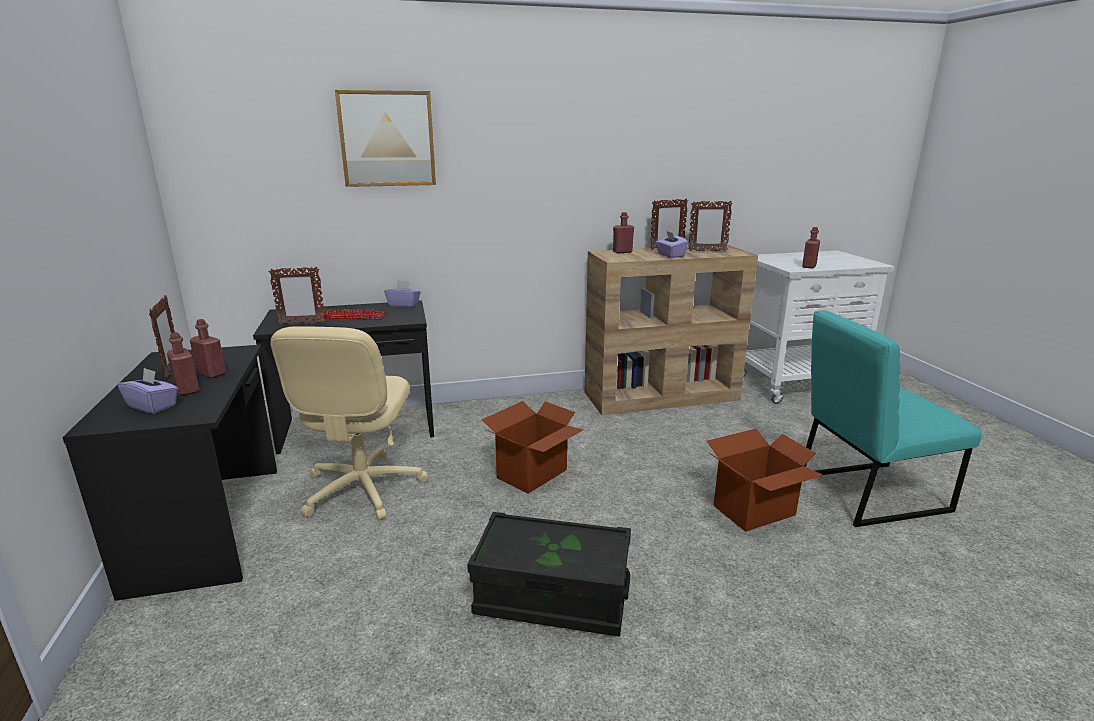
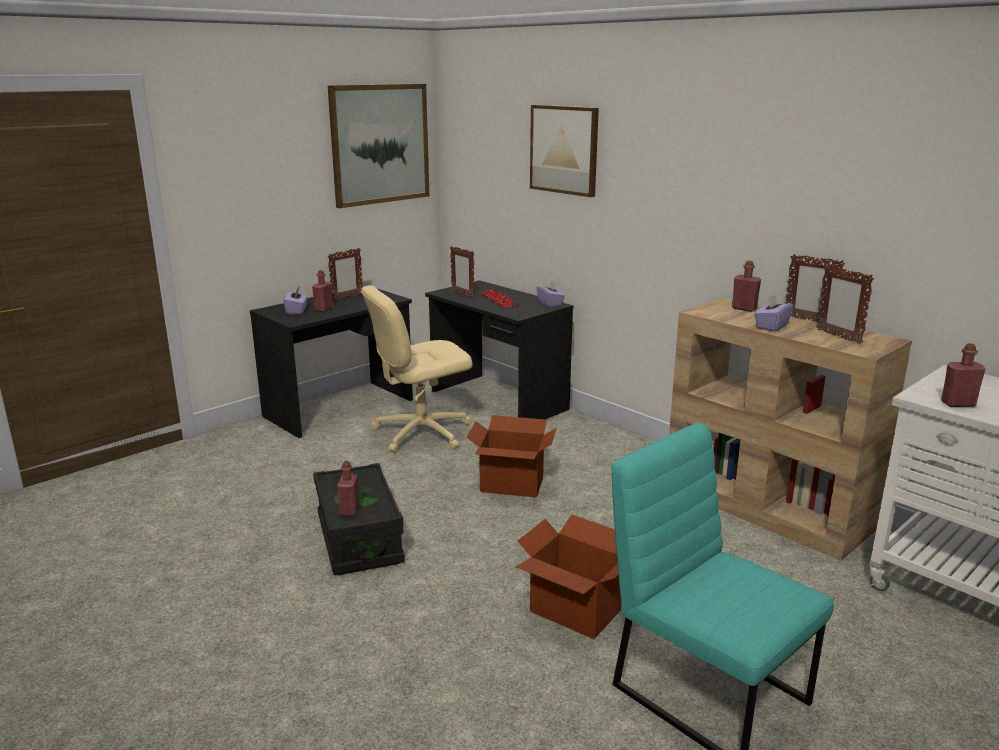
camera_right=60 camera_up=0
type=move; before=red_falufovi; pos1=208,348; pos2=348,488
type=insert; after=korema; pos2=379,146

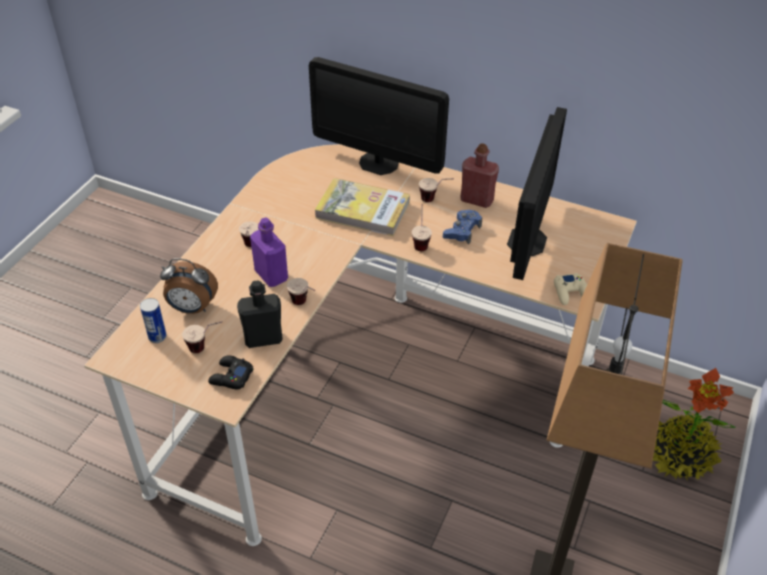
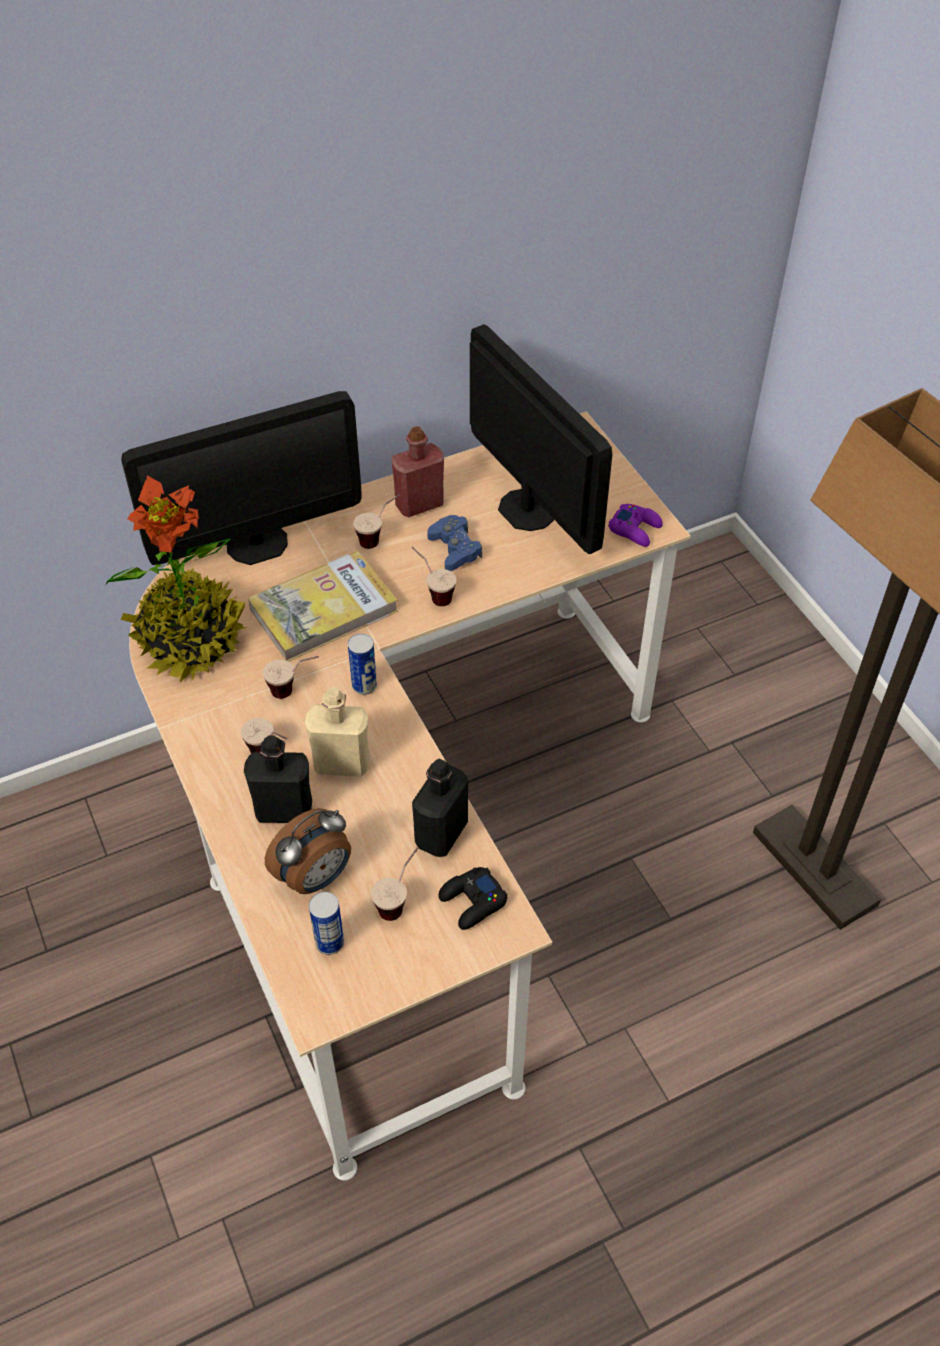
camera_right=-50 camera_up=5
type=recolor; before=purple_falufovi; after=beige_falufovi; pos1=269,252; pos2=337,732
type=recolor; before=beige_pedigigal; after=purple_pedigigal; pos1=570,289; pos2=635,525
type=move; before=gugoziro; pos1=301,291; pos2=291,677
type=move; before=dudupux; pos1=694,424; pos2=176,579
type=insert; after=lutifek; pos2=362,664
type=insert; after=black_falufovi; pos2=278,779

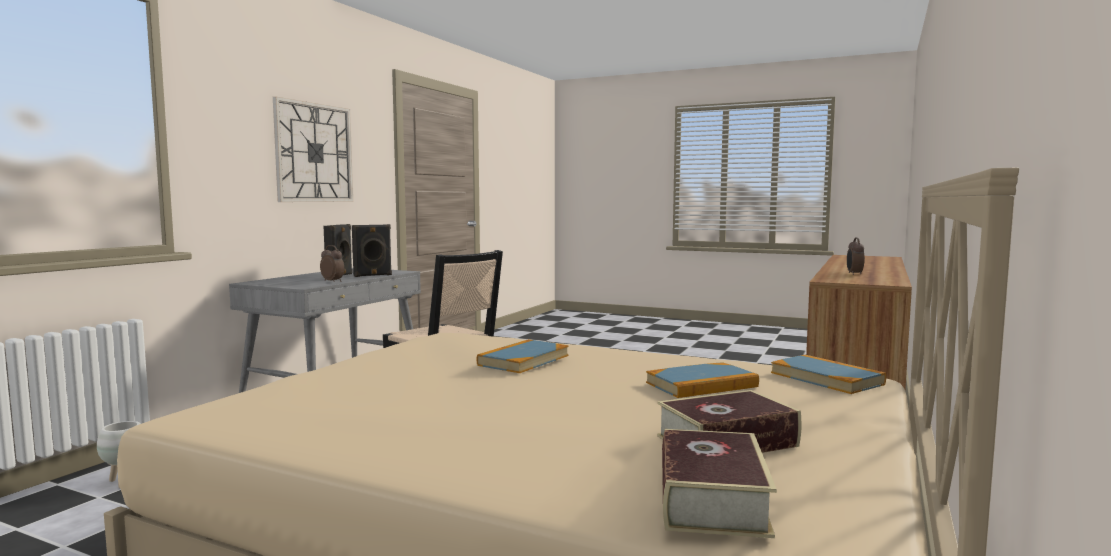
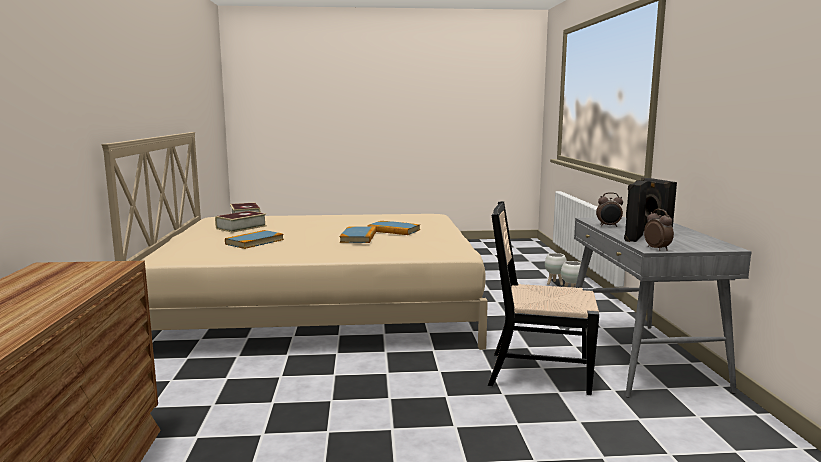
camera_right=150 camera_up=5
type=delete; before=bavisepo; pos1=313,149
type=move; before=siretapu; pos1=856,256; pos2=659,230
type=move; before=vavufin; pos1=828,374; pos2=393,228
type=insert; after=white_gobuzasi; pos2=556,269

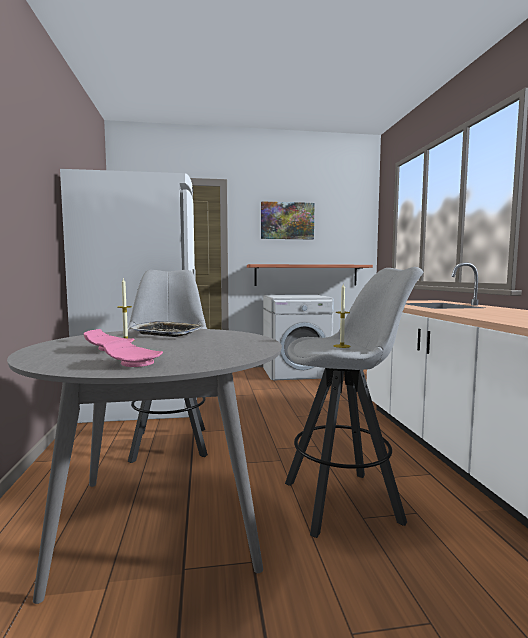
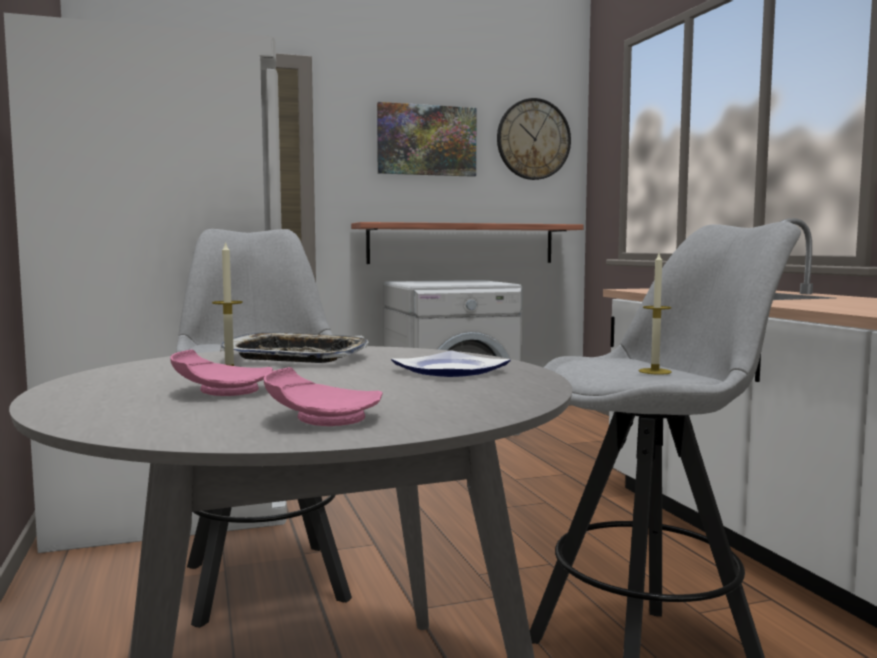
camera_right=-10 camera_up=0
type=insert; after=bavisepo; pos2=534,139
type=insert; after=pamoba; pos2=450,364

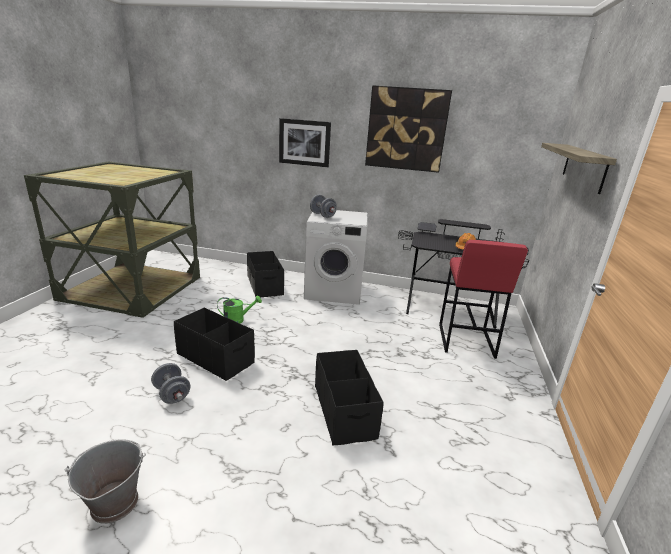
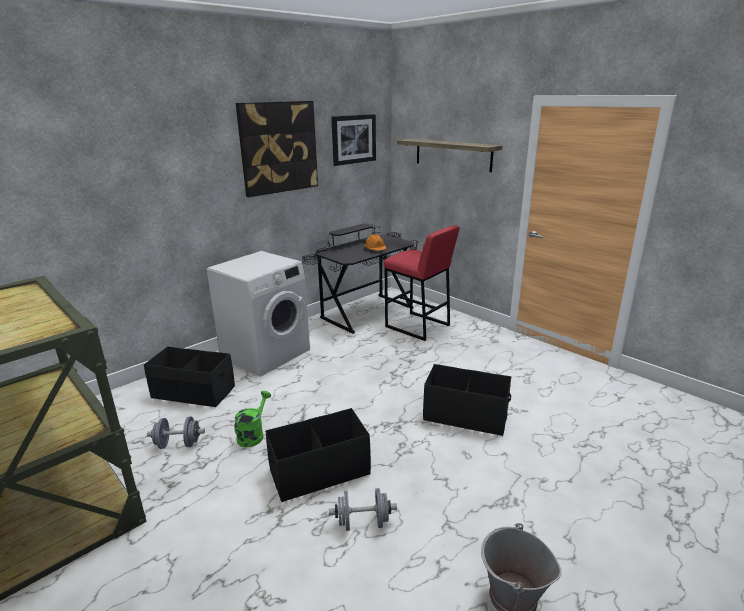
camera_right=-55 camera_up=0
type=move; before=korema; pos1=305,142; pos2=353,140
type=move; before=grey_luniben; pos1=323,206; pos2=176,433

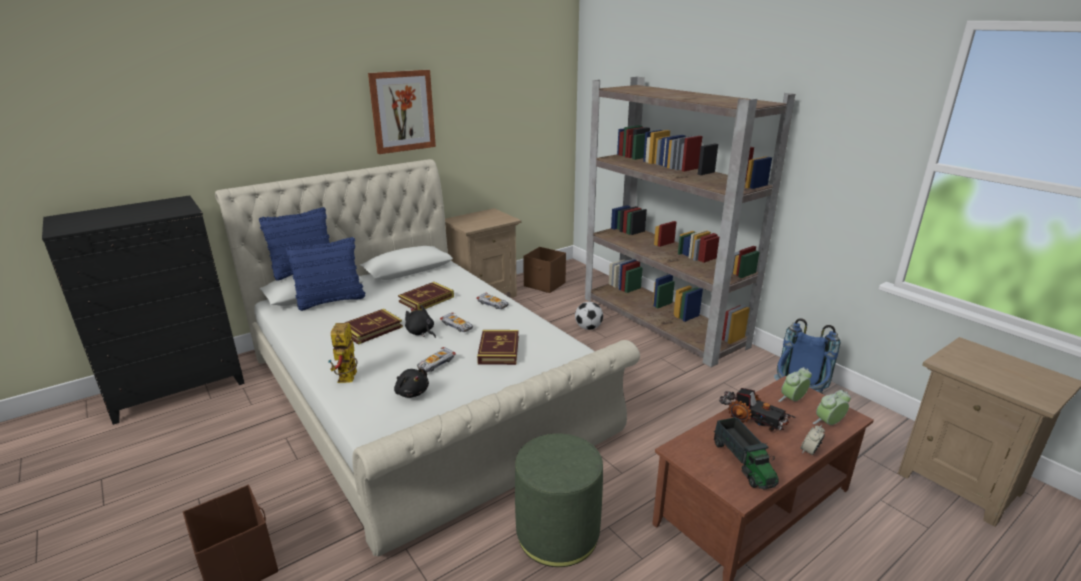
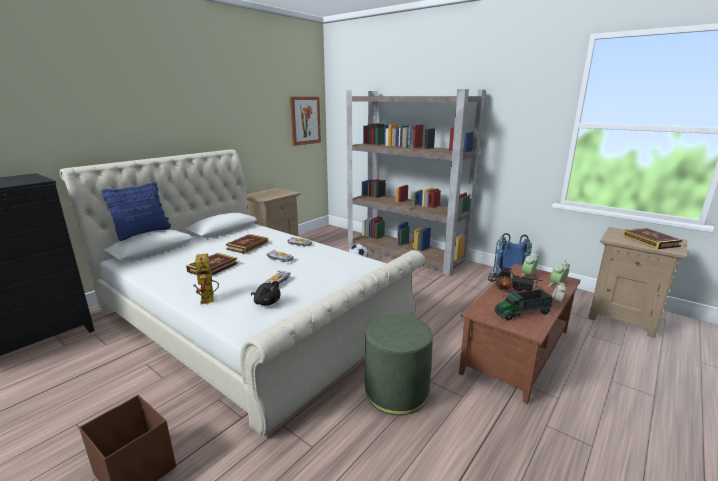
camera_right=-15 camera_up=-5
type=move; before=korema; pos1=402,112; pos2=305,121
type=delete; before=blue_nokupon; pos1=325,274
type=delete; before=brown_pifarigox; pos1=544,270
type=delete; before=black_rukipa; pos1=420,321
type=move; before=vavufin; pos1=498,347; pos2=652,238
type=rotate; before=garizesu; pos1=746,453; pos2=523,304; turn=105

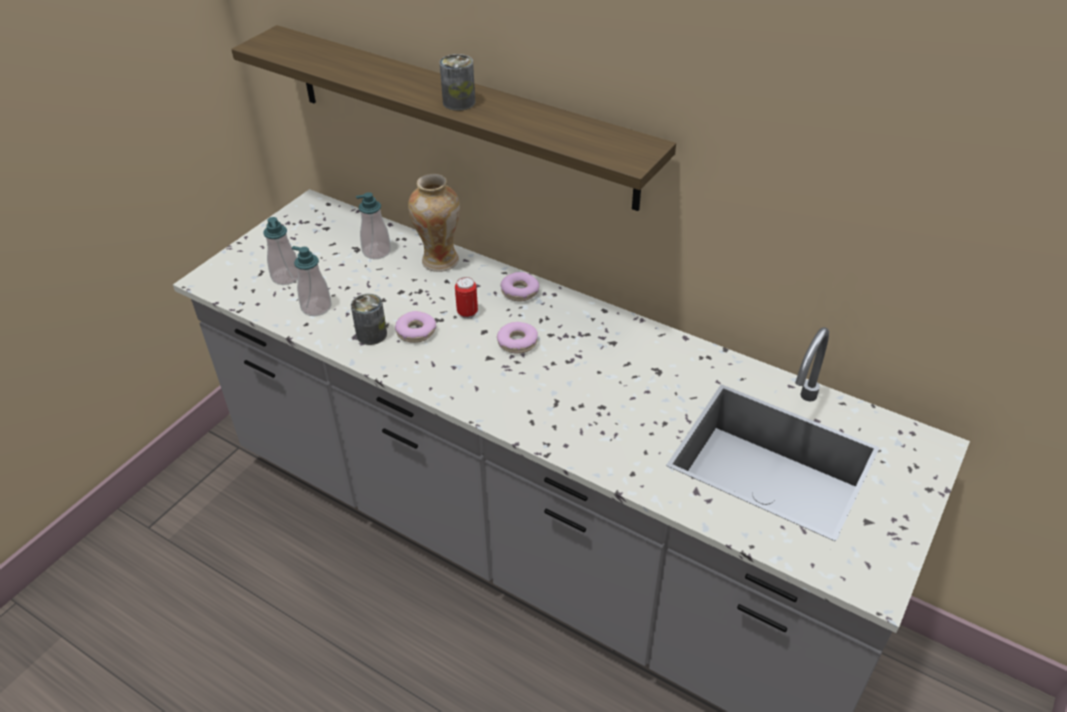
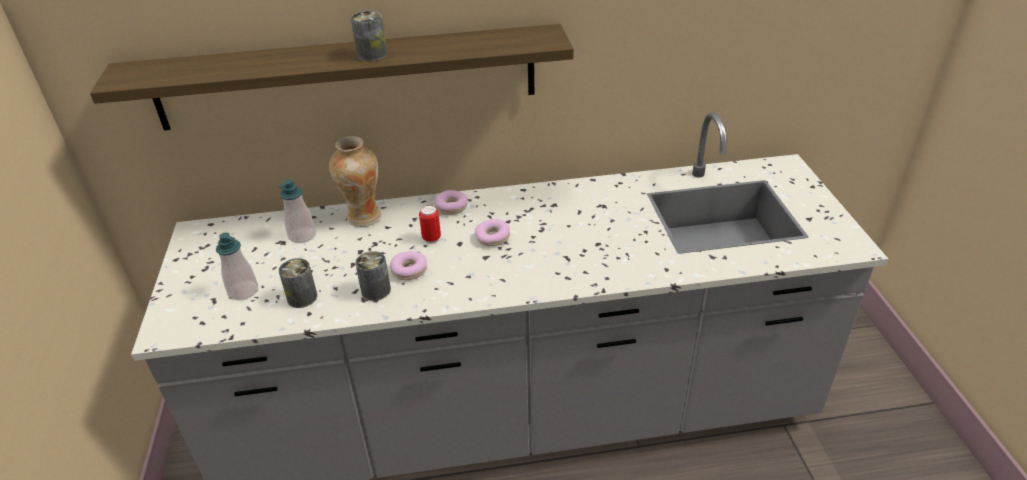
camera_right=-40 camera_up=-5
type=replace; before=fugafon; after=lutifek; pos1=312,281; pos2=298,283

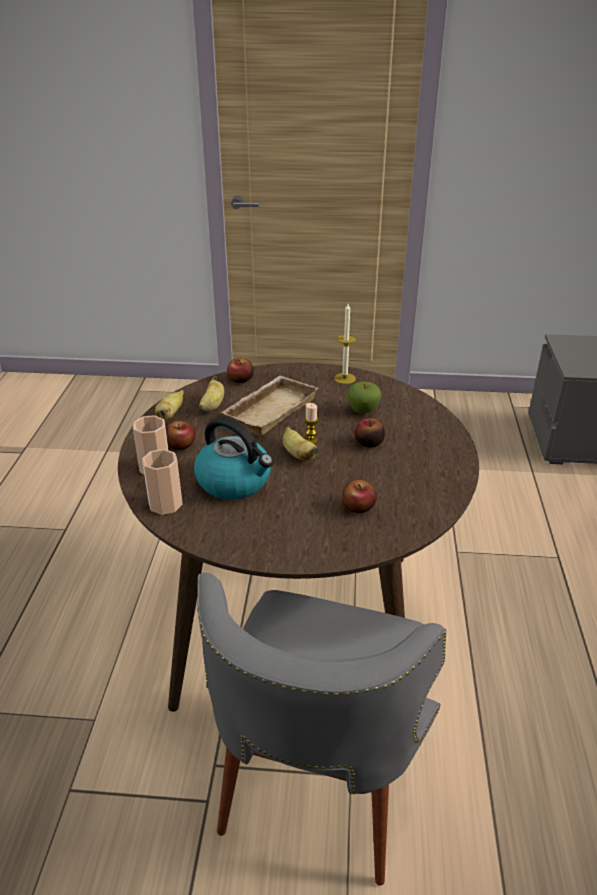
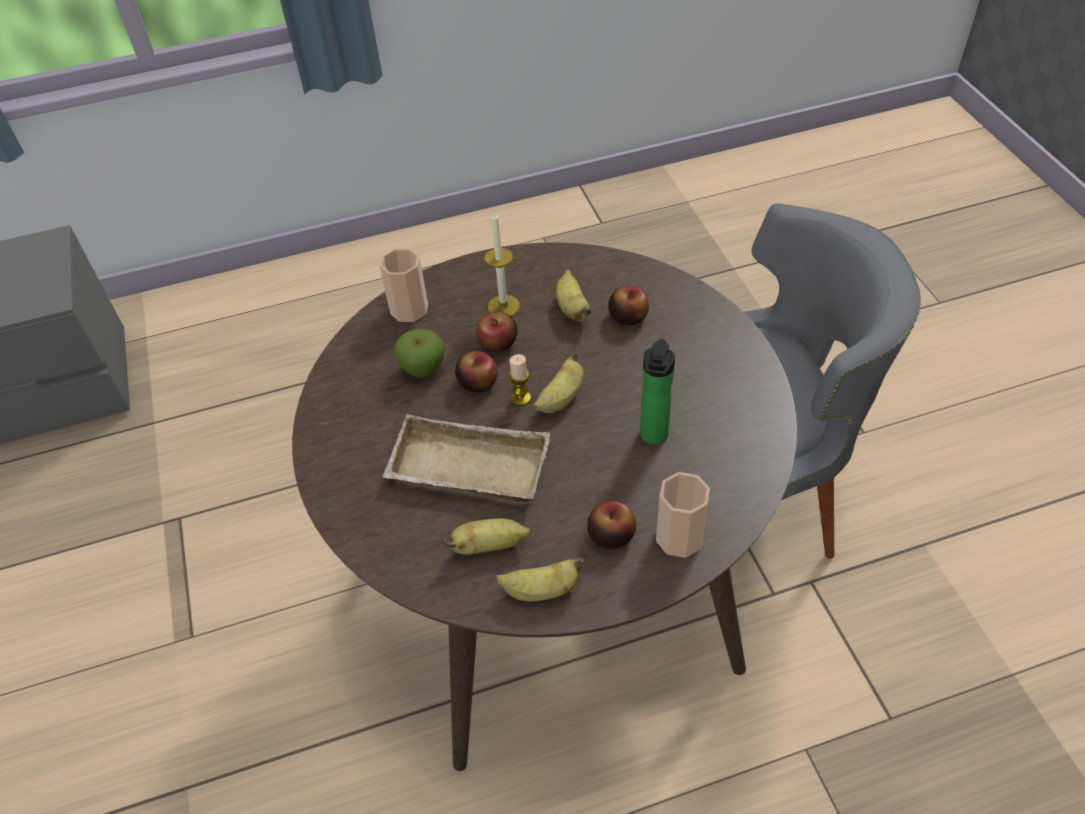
camera_right=-110 camera_up=15
type=move; before=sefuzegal; pos1=345,344; pos2=502,263
type=move; before=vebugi; pos1=240,370; pos2=476,372
type=replace; before=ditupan; after=falufovi; pos1=233,458; pos2=657,391
type=move; before=gugoziro; pos1=162,482; pos2=403,285
type=insert; after=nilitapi; pos2=574,295

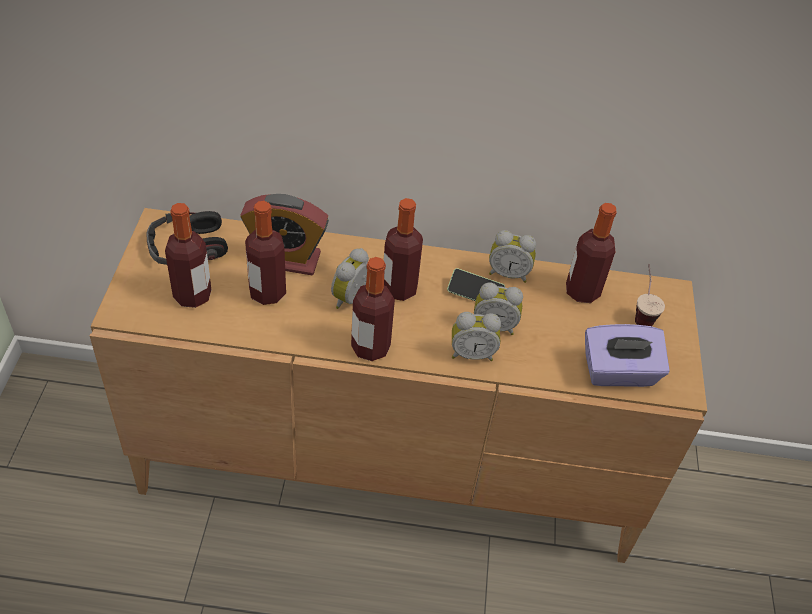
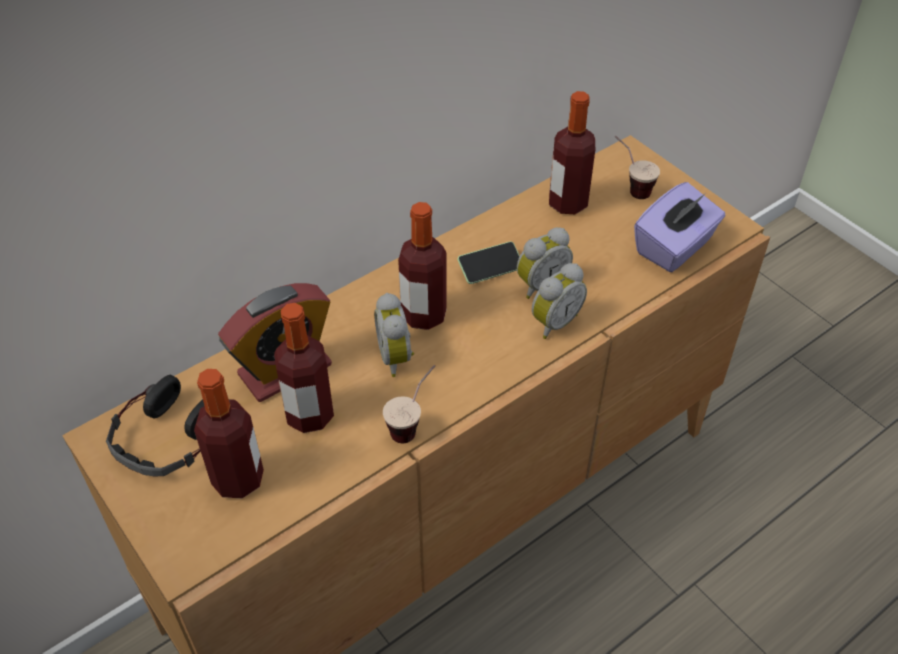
camera_right=-40 camera_up=0
type=delete; before=siretapu; pos1=512,256
type=delete; before=falufovi; pos1=373,309
type=insert; after=gugoziro; pos2=409,404

